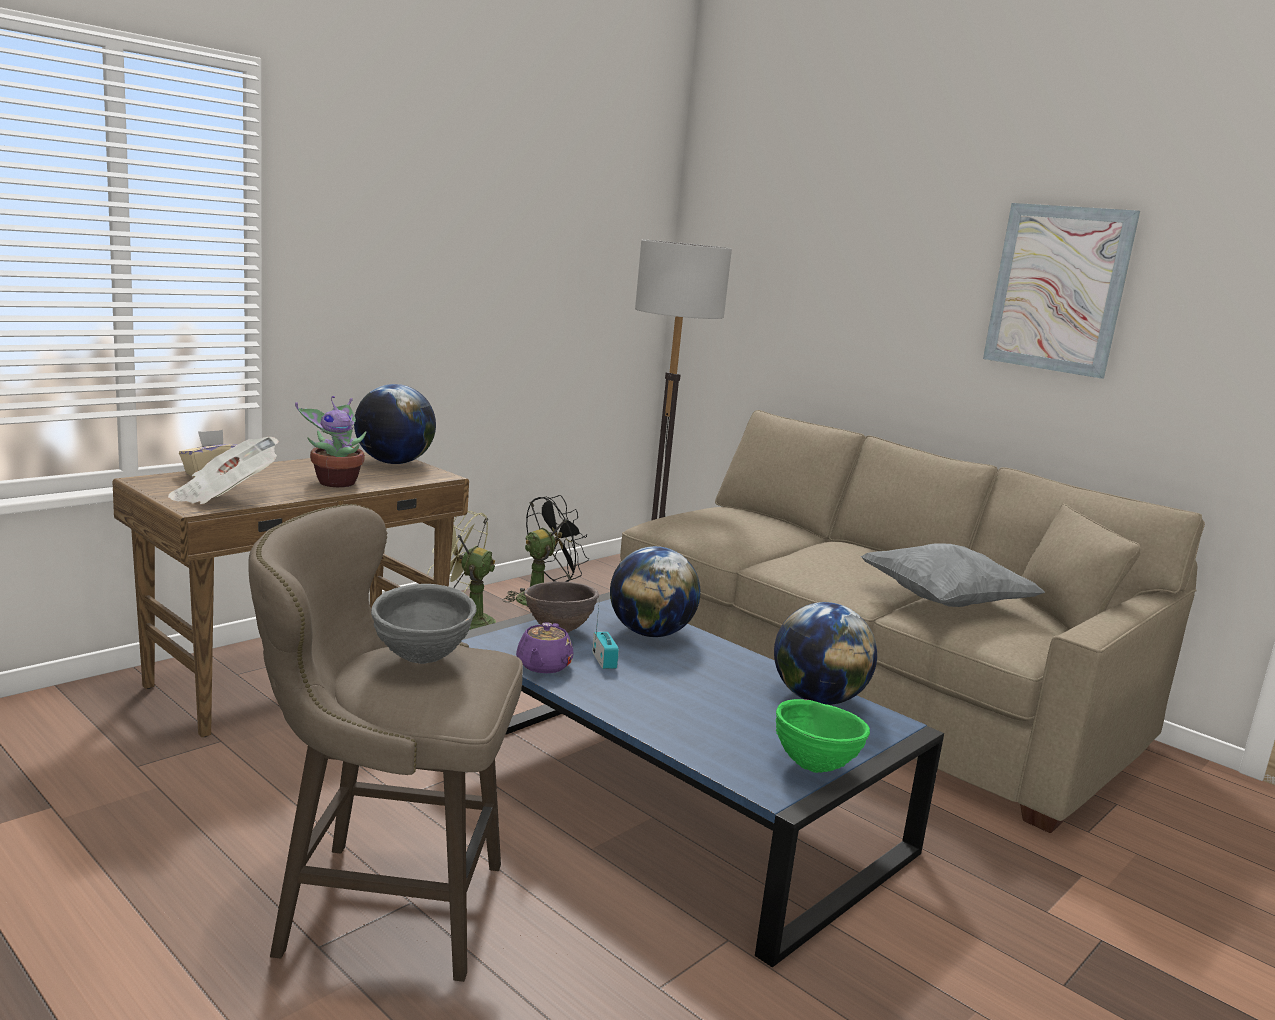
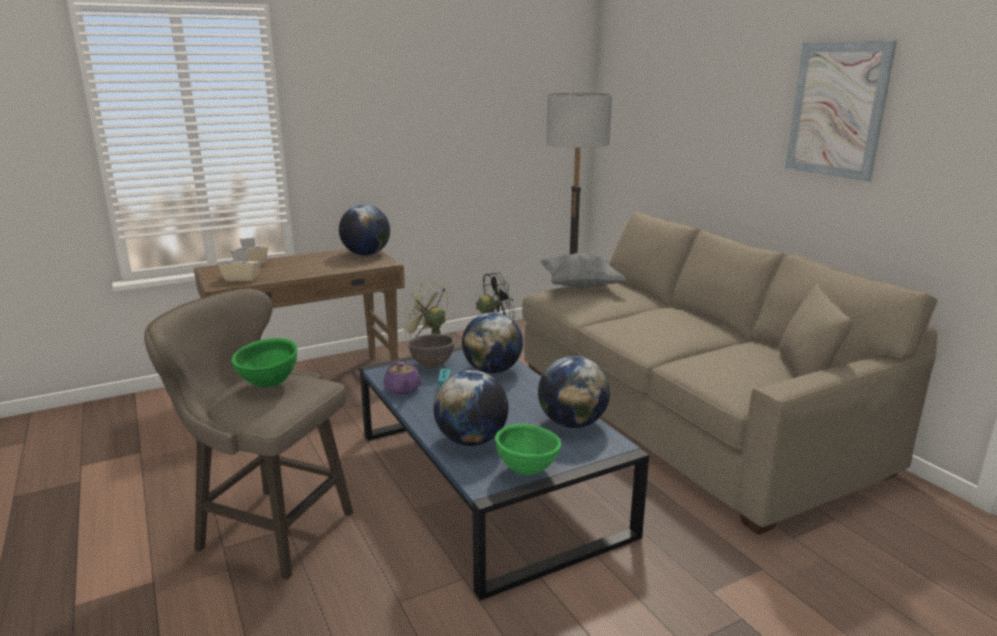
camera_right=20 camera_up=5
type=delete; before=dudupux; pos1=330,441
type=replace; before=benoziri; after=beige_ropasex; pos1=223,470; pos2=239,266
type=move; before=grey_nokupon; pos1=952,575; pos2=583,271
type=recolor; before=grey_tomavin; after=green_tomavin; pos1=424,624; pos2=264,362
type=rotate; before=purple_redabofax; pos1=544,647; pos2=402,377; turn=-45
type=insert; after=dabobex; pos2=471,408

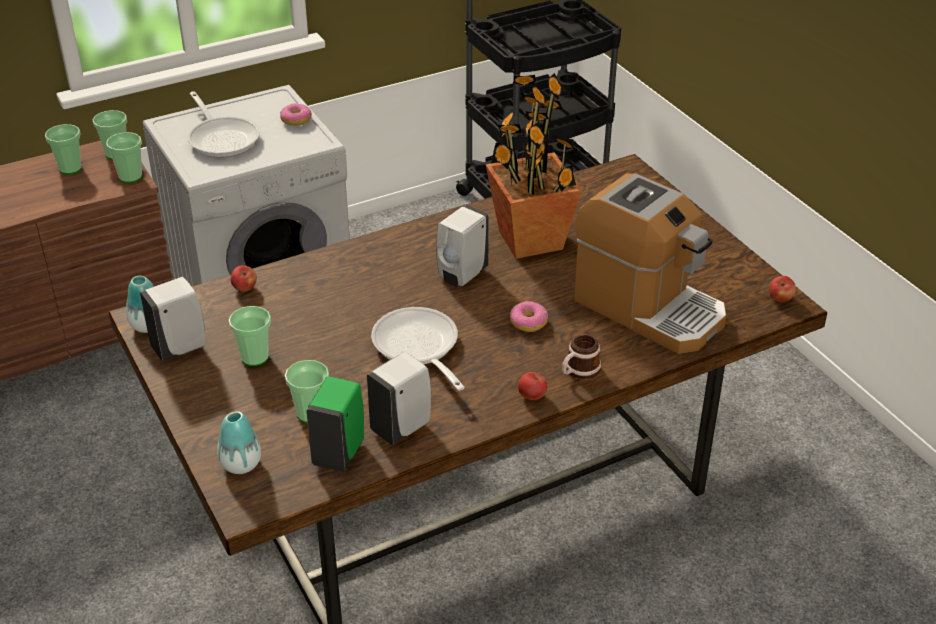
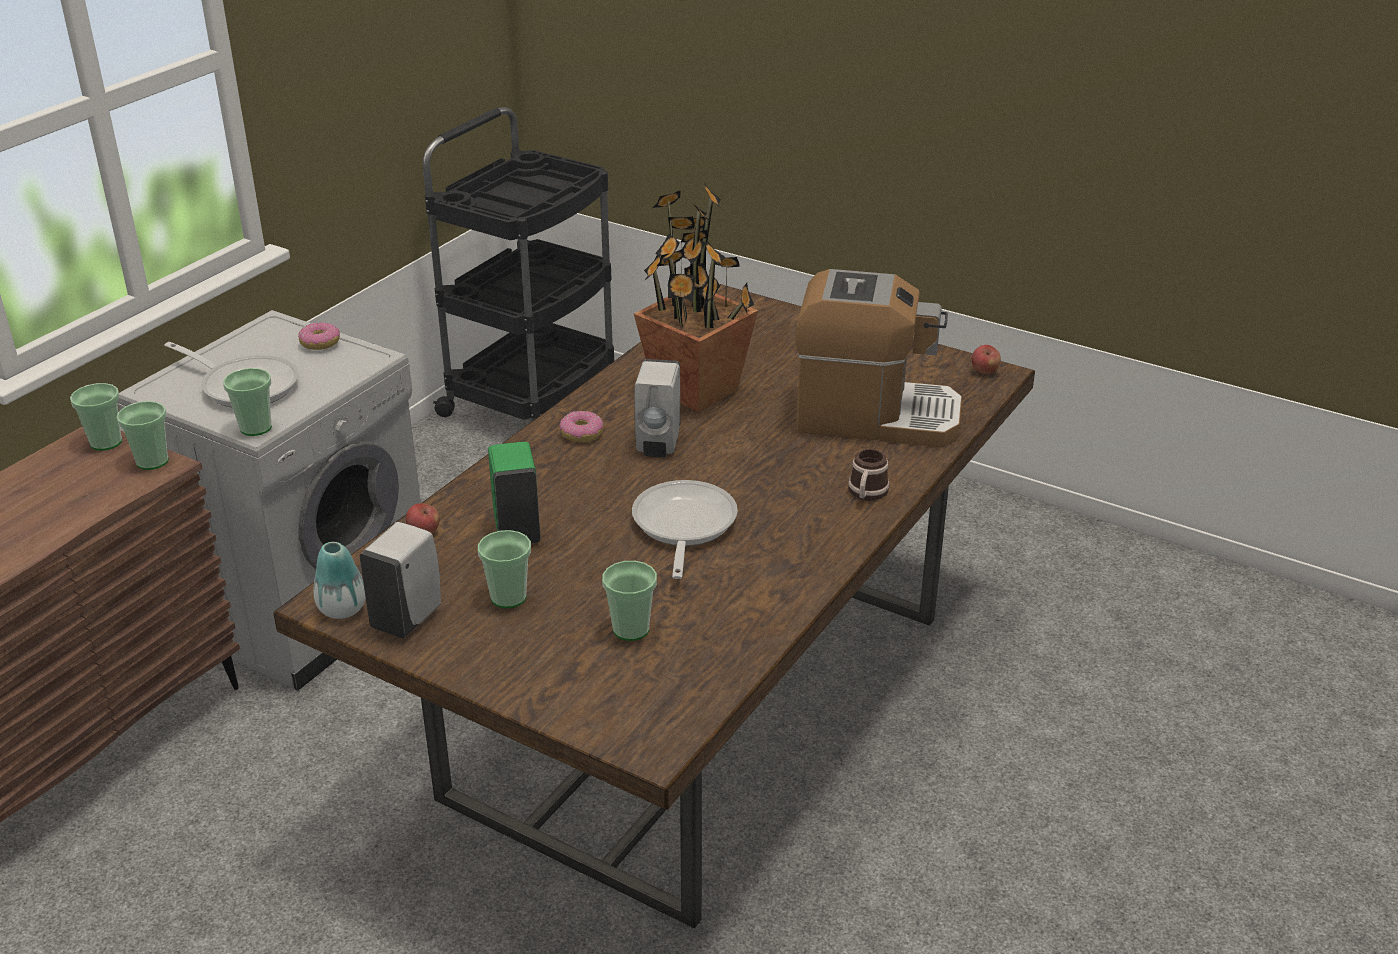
camera_right=-30 camera_up=-5
type=move; before=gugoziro; pos1=63,149; pos2=247,402
type=move; before=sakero; pos1=529,316; pos2=582,426
type=rotate; before=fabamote; pos1=418,348; pos2=685,529; turn=60
type=delete; before=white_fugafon; pos1=399,398
type=delete; before=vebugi; pos1=532,386
type=move; before=green_fugafon; pos1=335,424; pos2=514,492
type=delete; before=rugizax; pos1=239,442

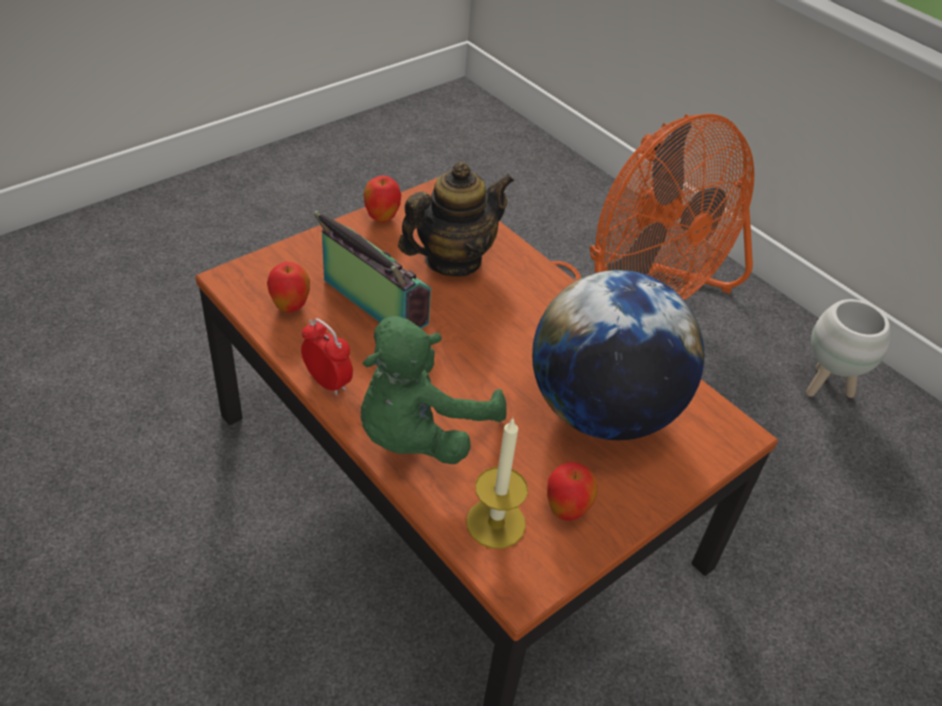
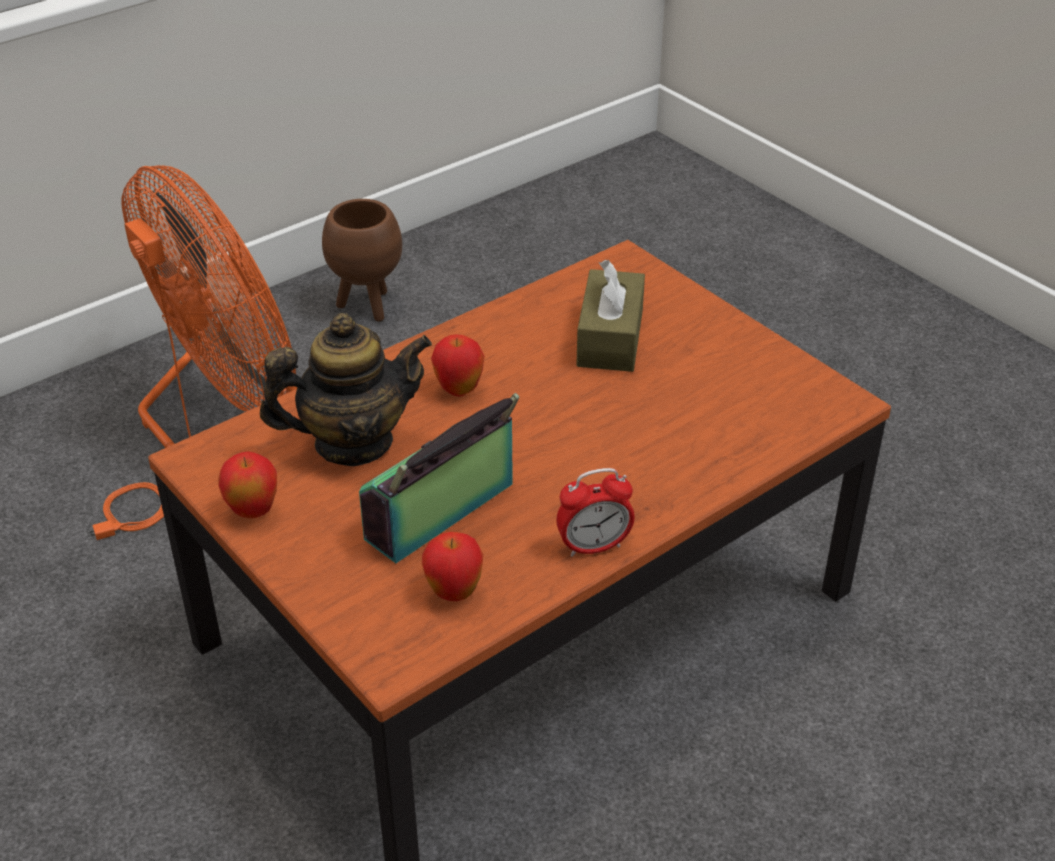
camera_right=-85 camera_up=-5
type=rotate; before=redabofax; pos1=456,219; pos2=346,389; turn=105
type=replace; before=dabobex; after=brown_ropasex; pos1=618,355; pos2=610,316
type=recolor; before=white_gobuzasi; after=brown_gobuzasi; pos1=848,348; pos2=362,260
type=delete; before=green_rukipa; pos1=434,390
type=rotate; before=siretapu; pos1=327,357; pos2=595,512; turn=-150
type=delete; before=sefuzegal; pos1=497,483
type=move; before=vebugi; pos1=572,491; pos2=457,365

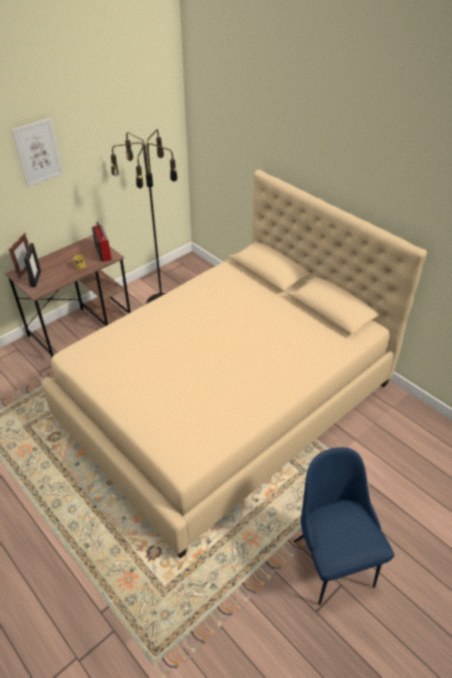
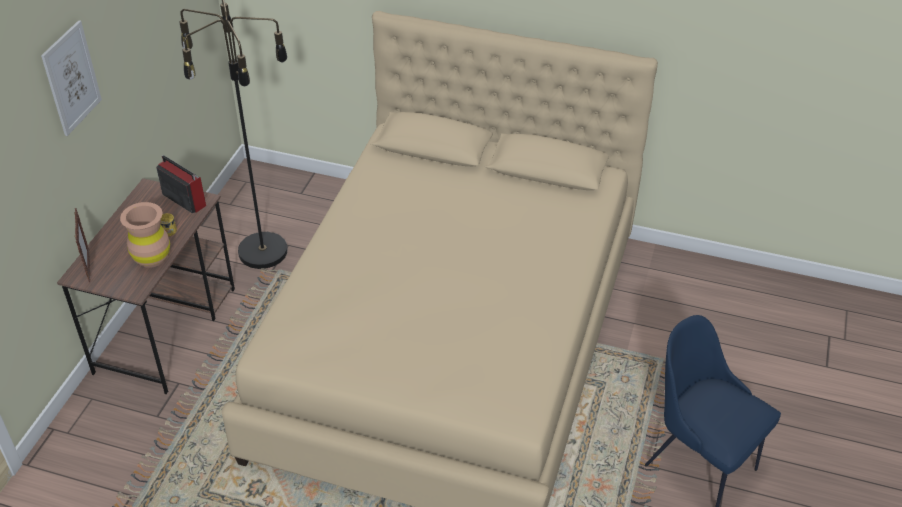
camera_right=-30 camera_up=0
type=delete; before=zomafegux; pos1=32,265
type=insert; after=brown_rugizax; pos2=145,235

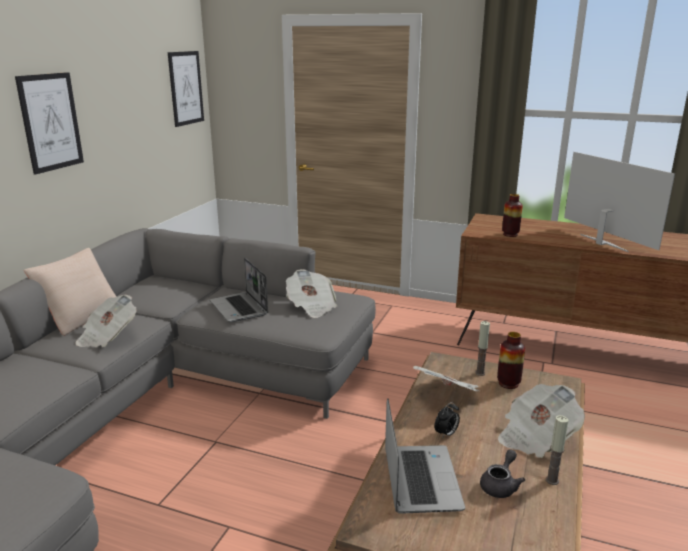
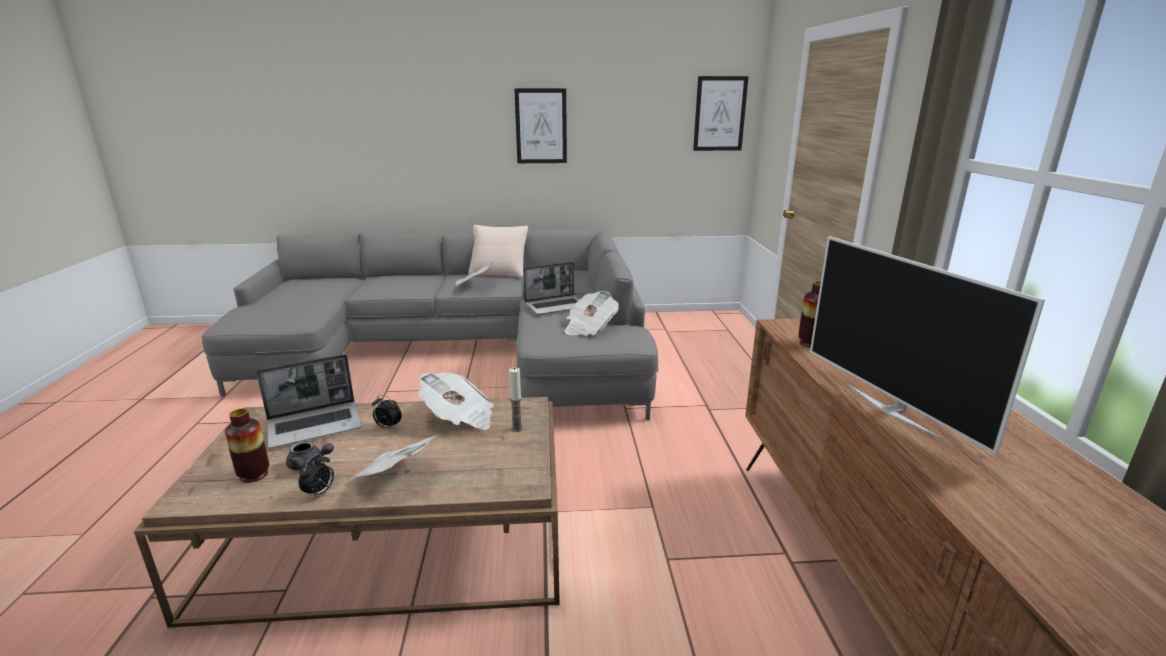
camera_right=65 camera_up=0
type=rotate; before=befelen; pos1=619,202; pos2=927,345; turn=120
type=rotate; before=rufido; pos1=239,290; pos2=551,288; turn=-150
type=move; before=rugizax; pos1=511,360; pos2=247,445
type=replace; before=sefuzegal; after=siretapu; pos1=557,450; pos2=316,476

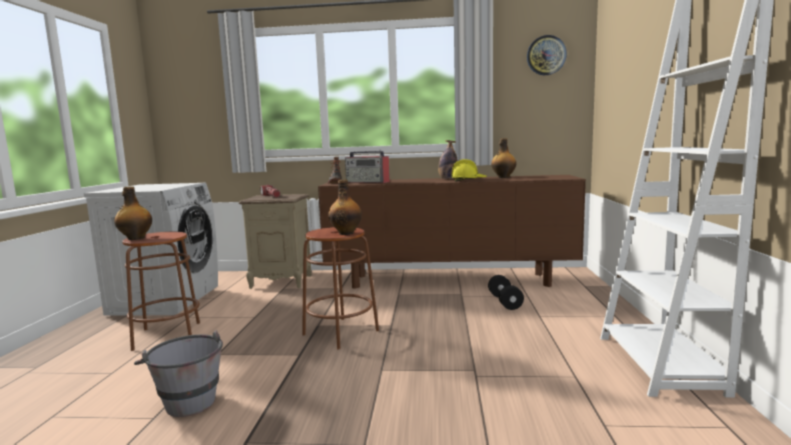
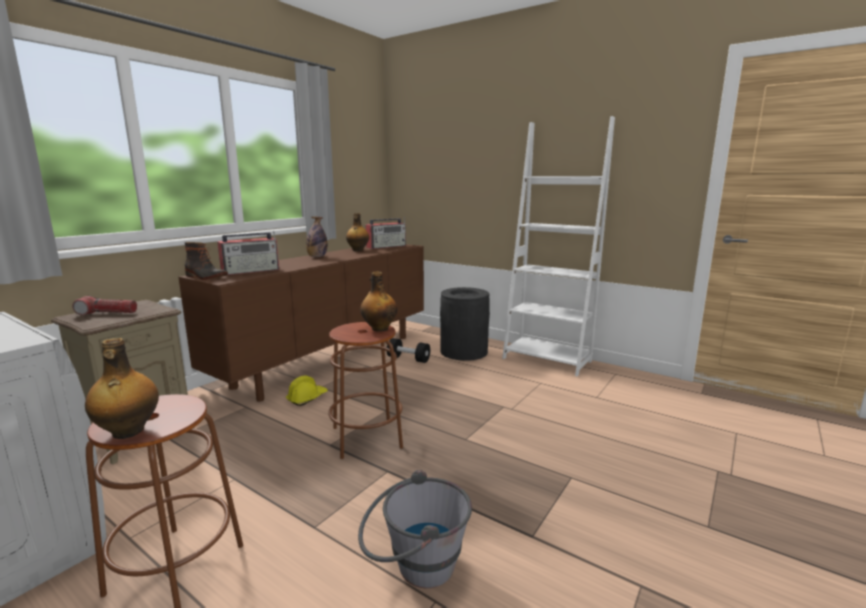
camera_right=-60 camera_up=5
type=delete; before=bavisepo; pos1=547,55
type=move; before=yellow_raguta; pos1=469,170; pos2=307,391
type=insert; after=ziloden; pos2=386,233
type=insert; after=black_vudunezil; pos2=465,324

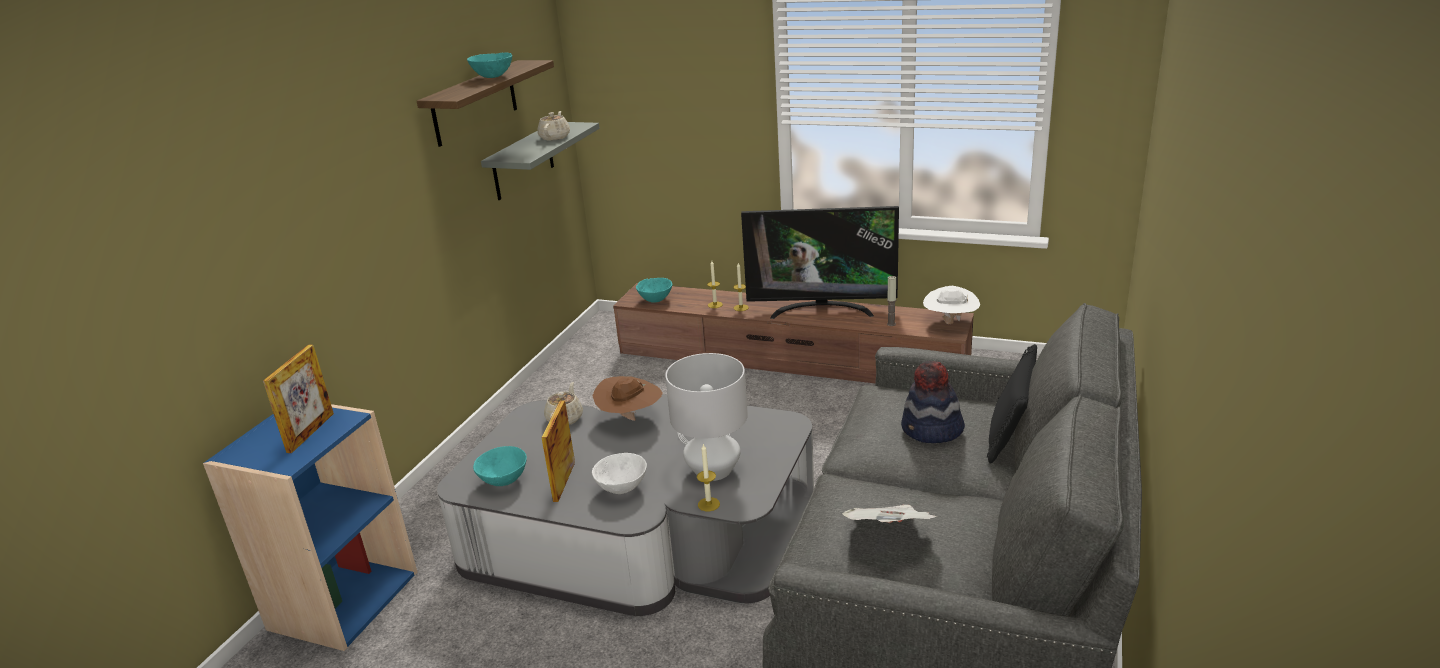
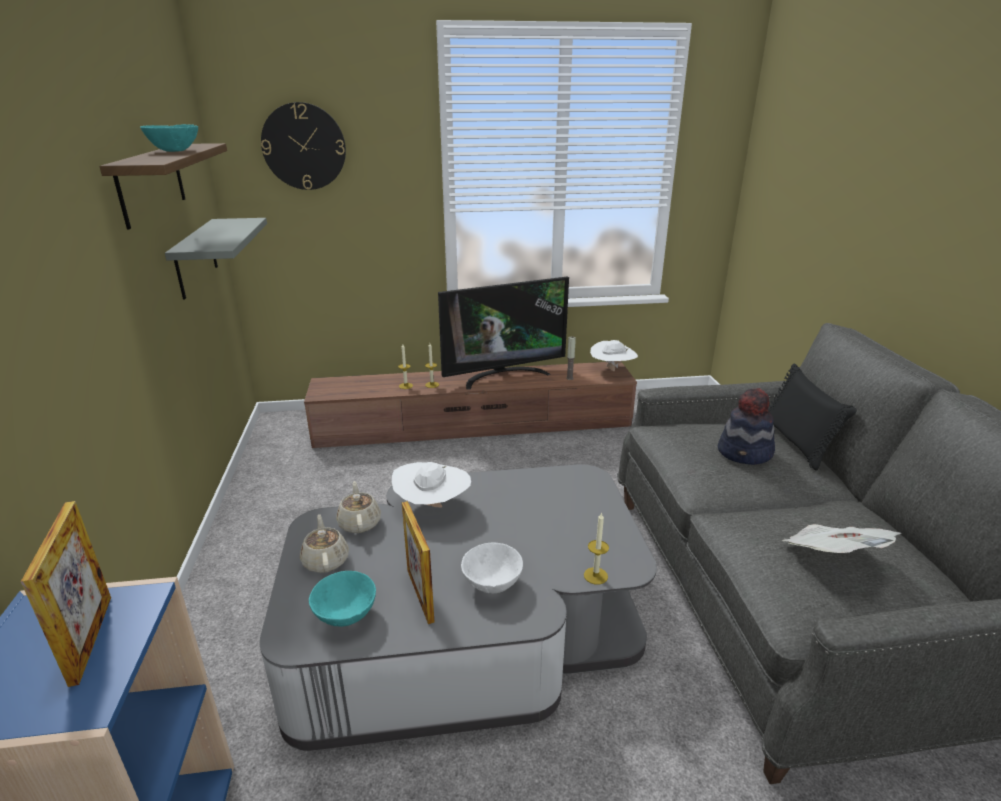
camera_right=-30 camera_up=0
type=move; before=beige_redabofax; pos1=553,126; pos2=324,543
type=delete; before=turquoise_tomavin; pos1=654,290
type=delete; before=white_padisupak; pos1=706,417
type=recolor; before=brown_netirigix; after=white_netirigix; pos1=627,398; pos2=431,485
type=insert; after=bavisepo; pos2=303,146

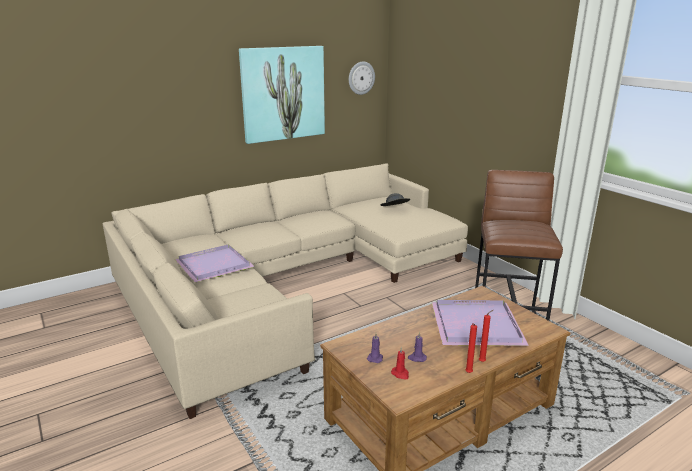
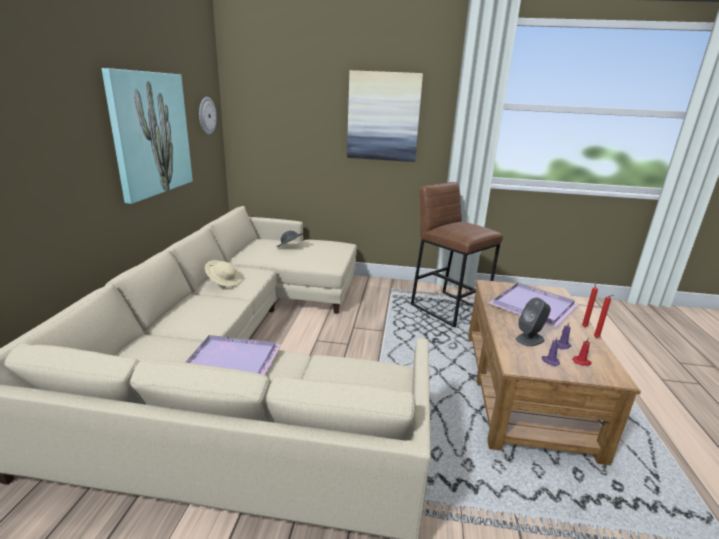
camera_right=-50 camera_up=0
type=insert; after=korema; pos2=385,116
type=insert; after=beige_netirigix; pos2=223,273
type=insert; after=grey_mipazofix; pos2=533,322

